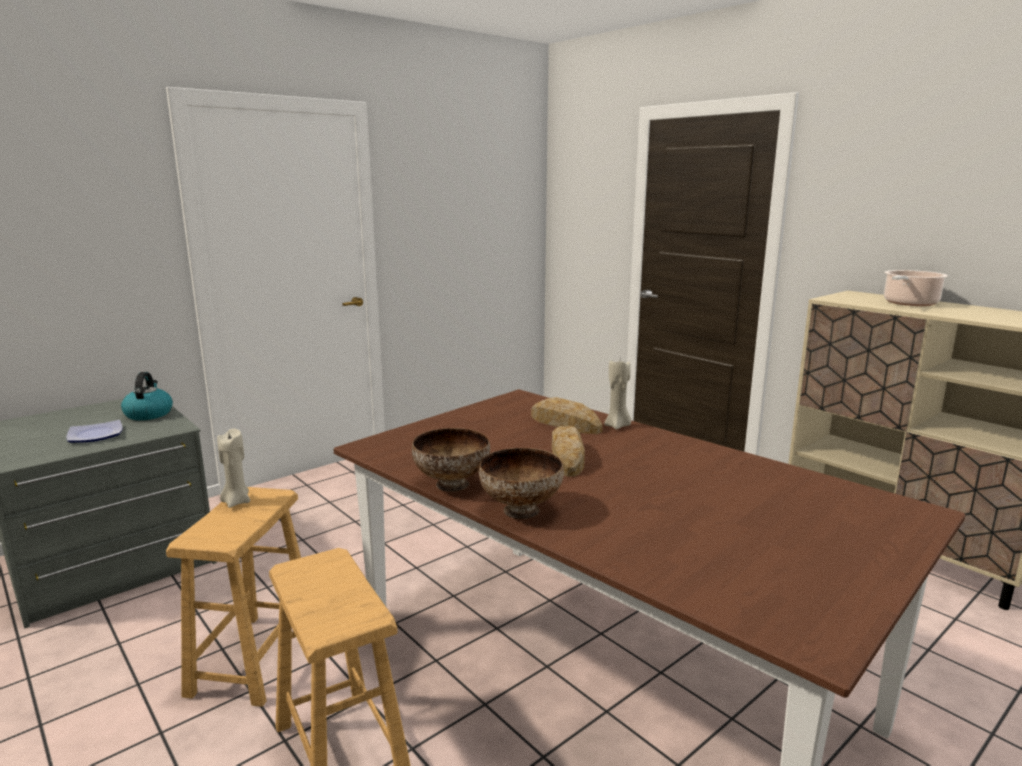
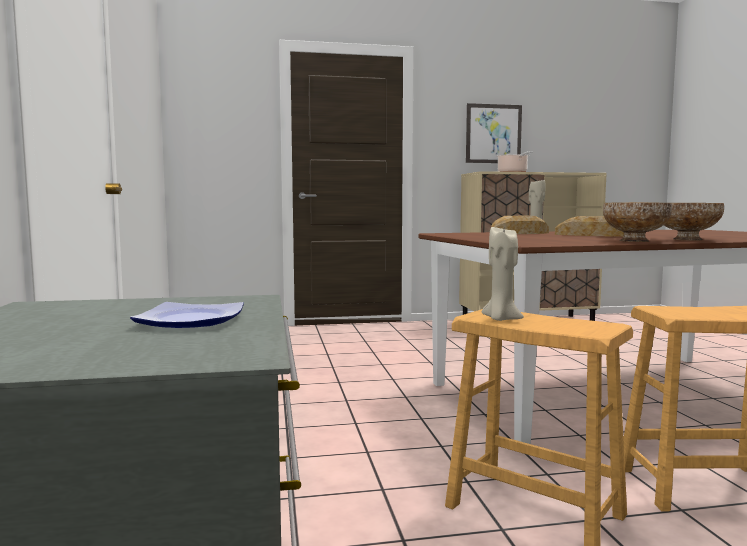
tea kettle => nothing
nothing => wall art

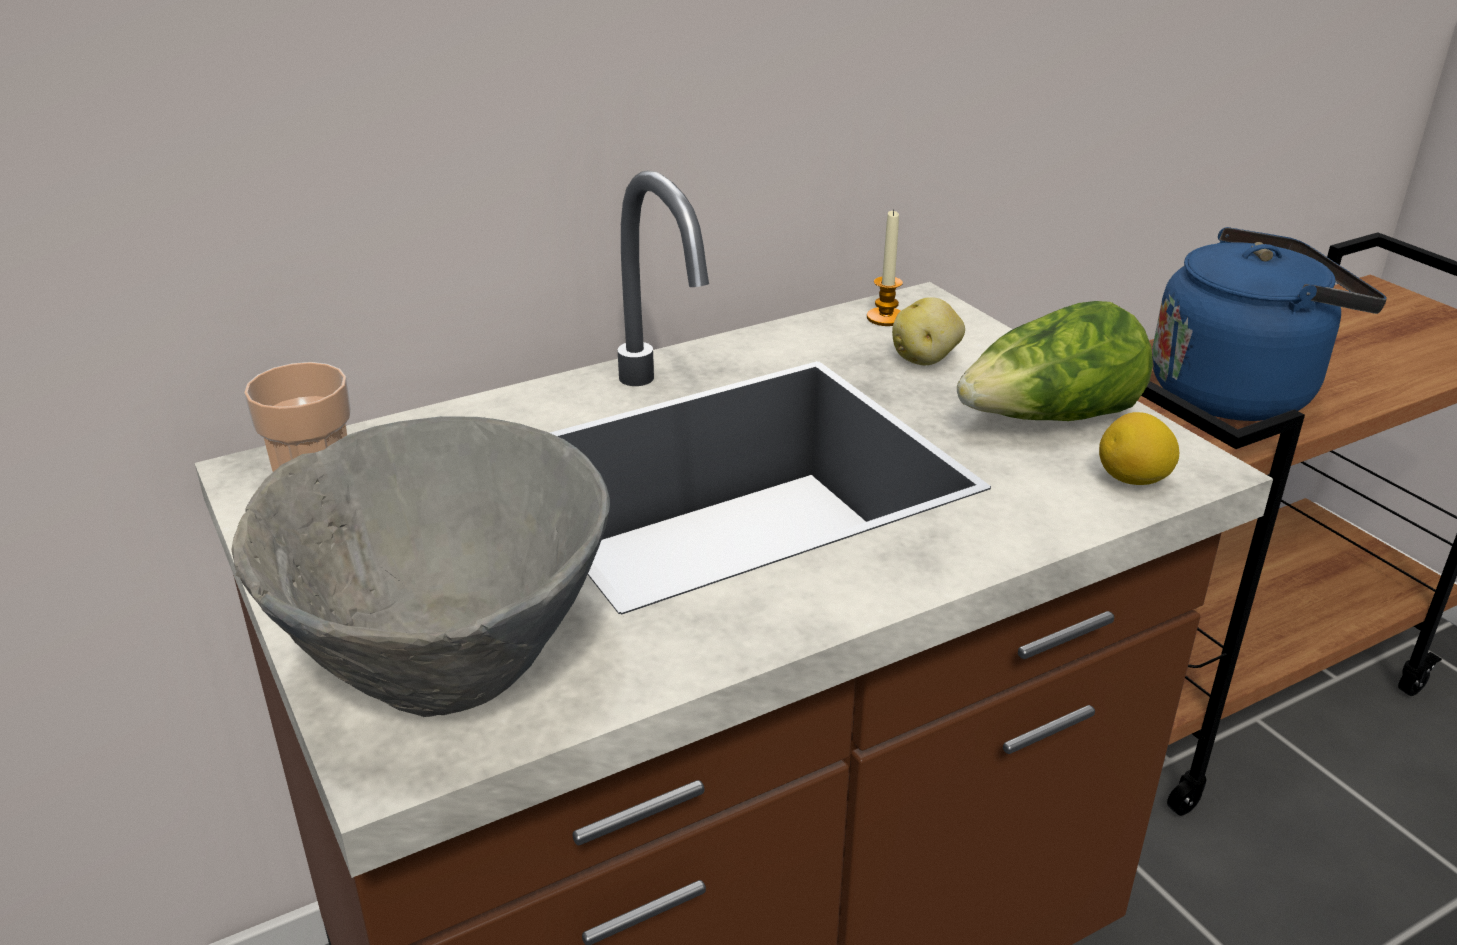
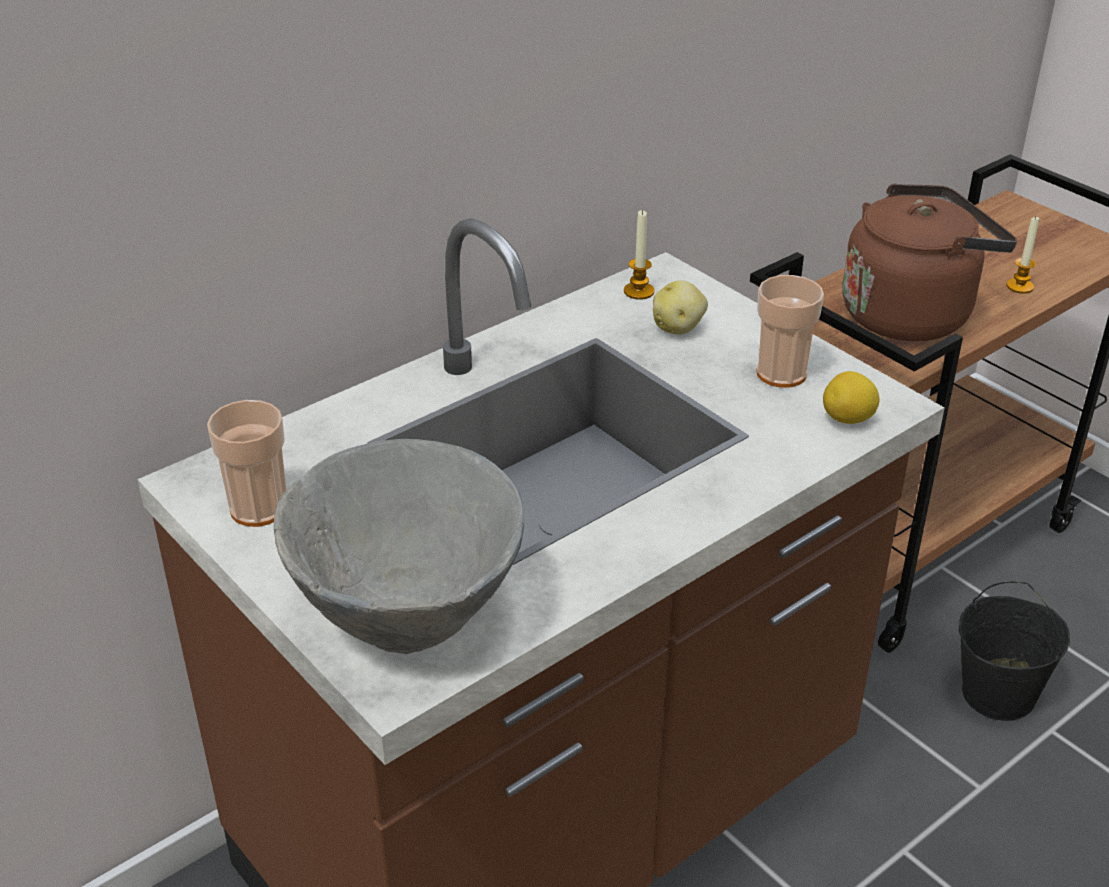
tea kettle/bluish => tea kettle/brownish
head of lettuce => cup (2nd from left)
nothing => wax candle (2nd from left)
nothing => bucket/black

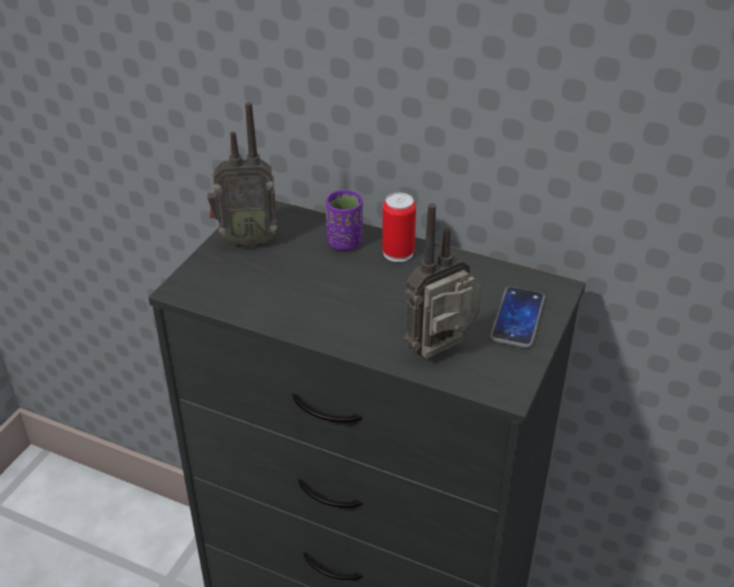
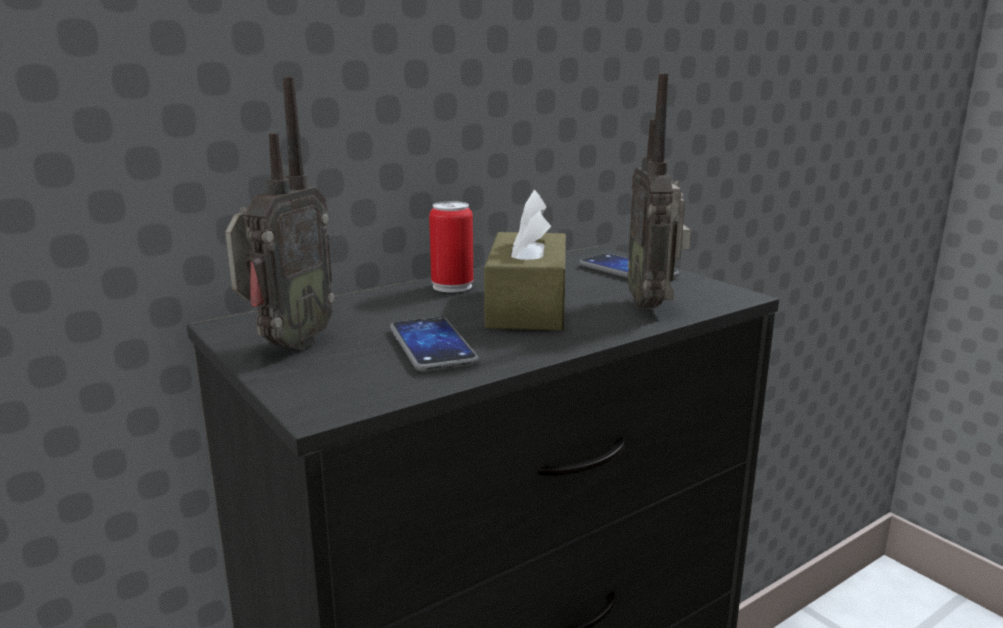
cup/purple => nothing
nothing => tissue box/brownish
nothing => handset (1st from left)

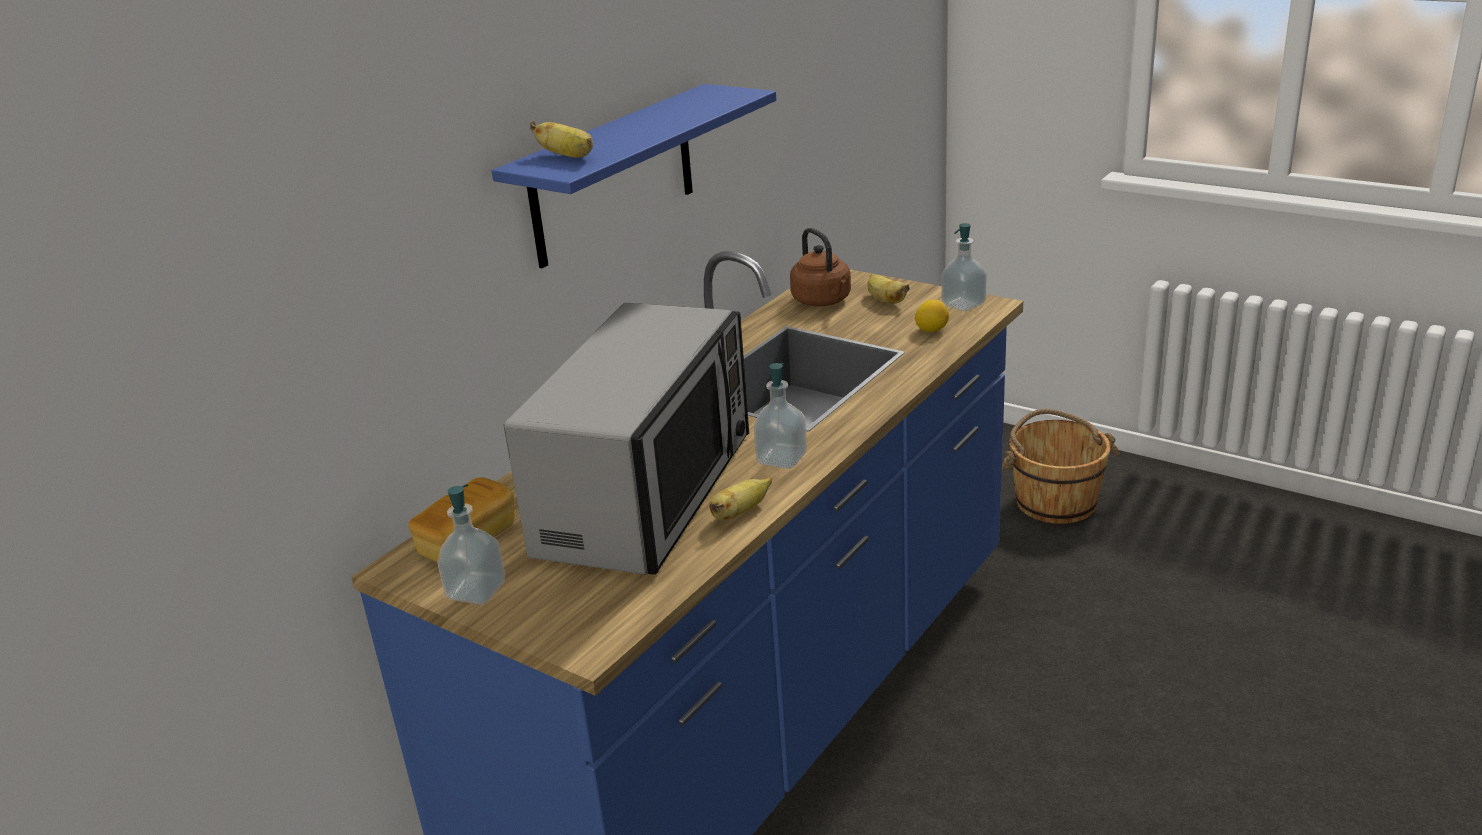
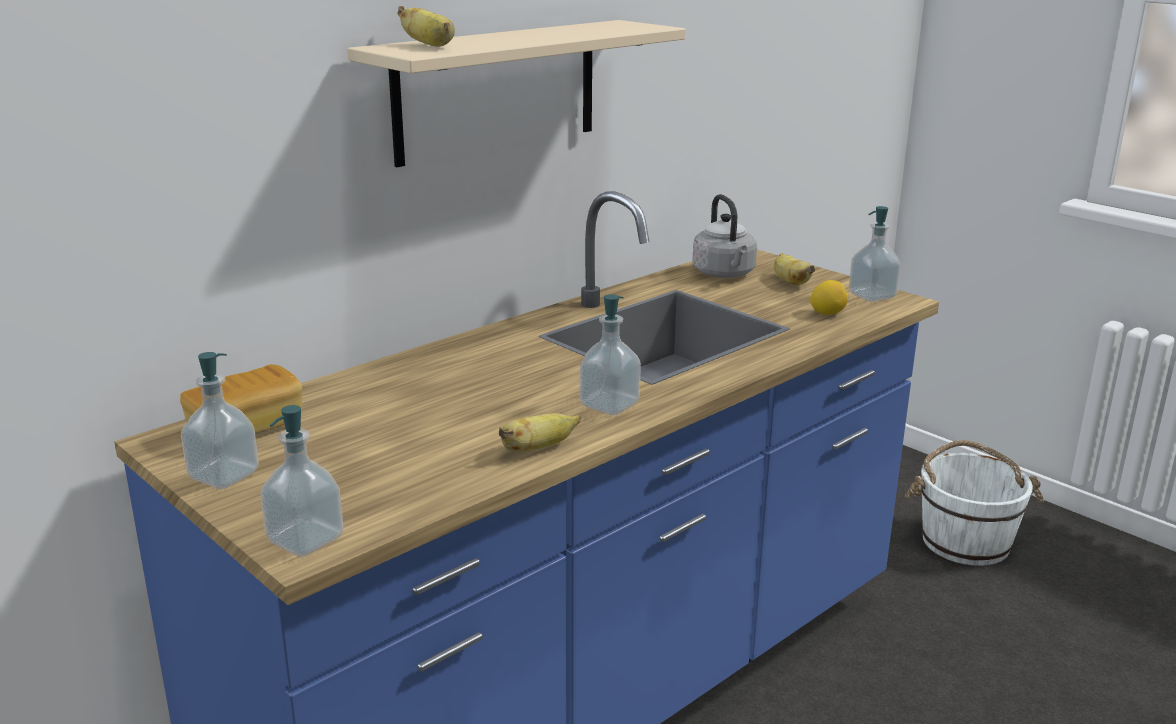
wall shelf/bluish => wall shelf/sand-coloured
tea kettle/brownish => tea kettle/greyish
microwave oven => nothing
bucket/brownish => bucket/whitish
nothing => liquid soap bottle (2nd from left)

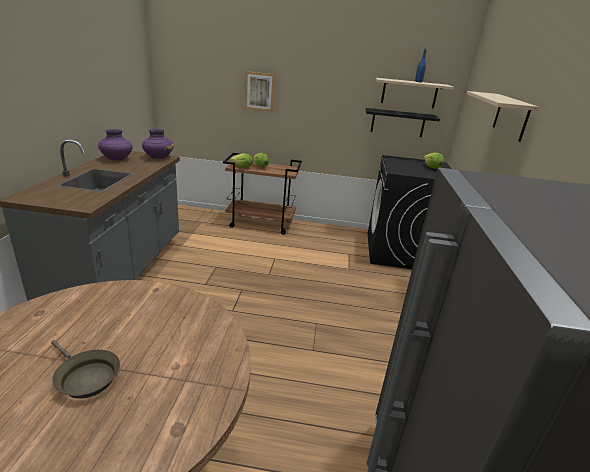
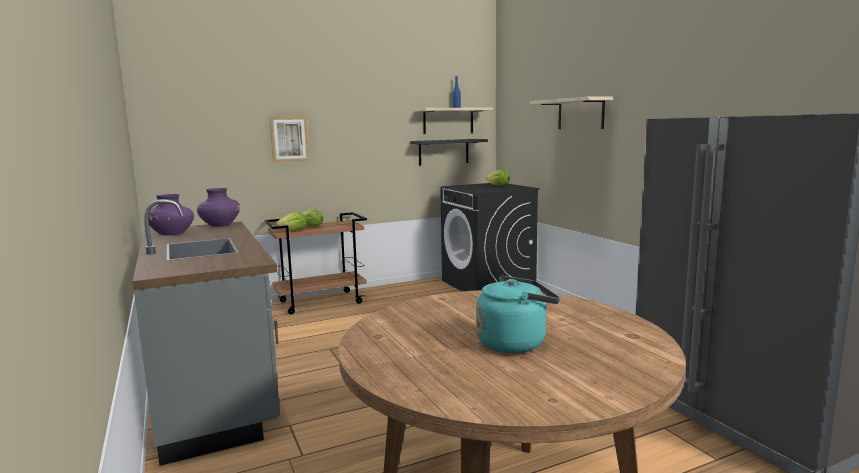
skillet/brownish => tea kettle/blue-green

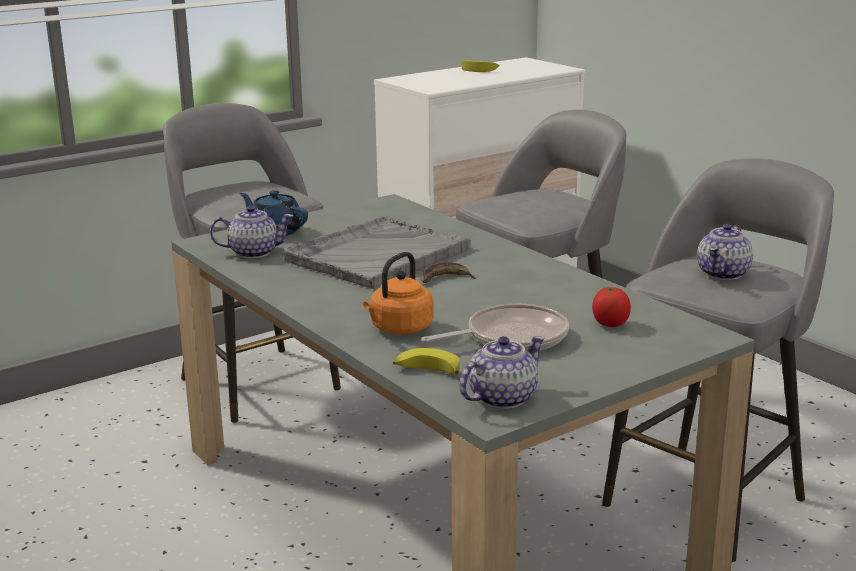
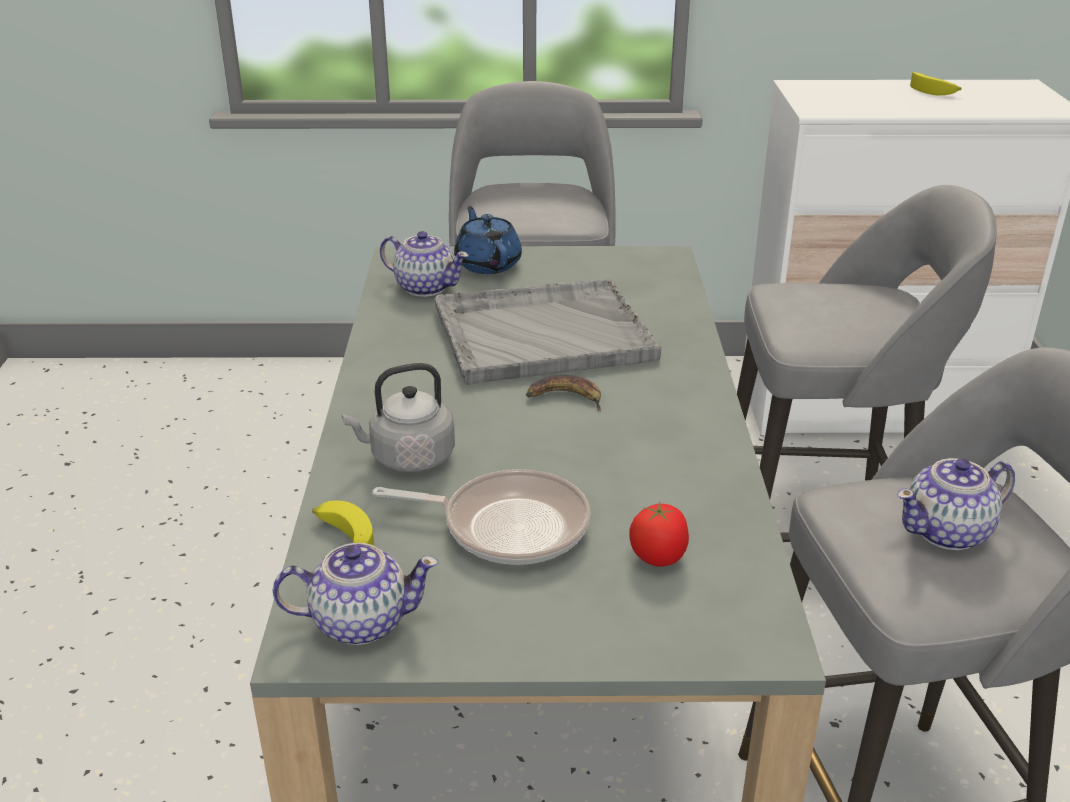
tea kettle/orange => tea kettle/greyish

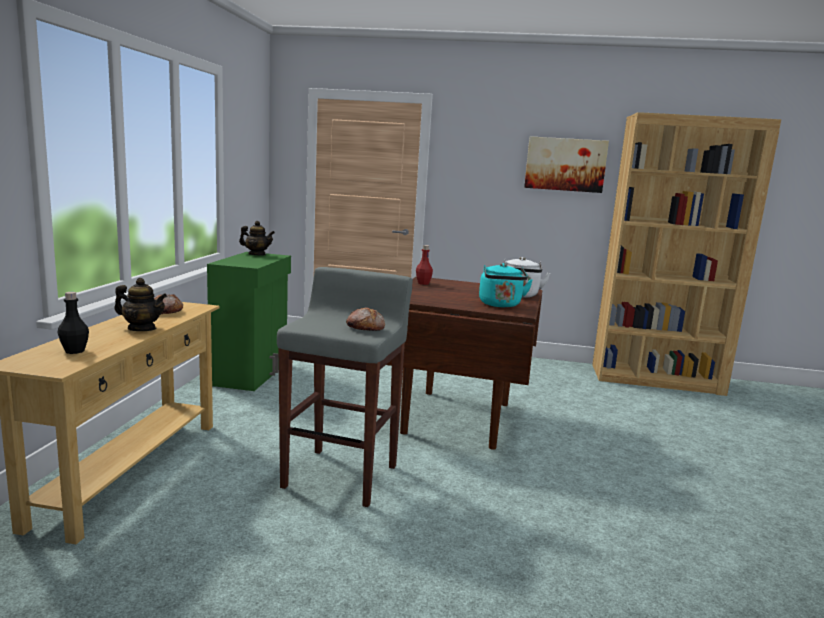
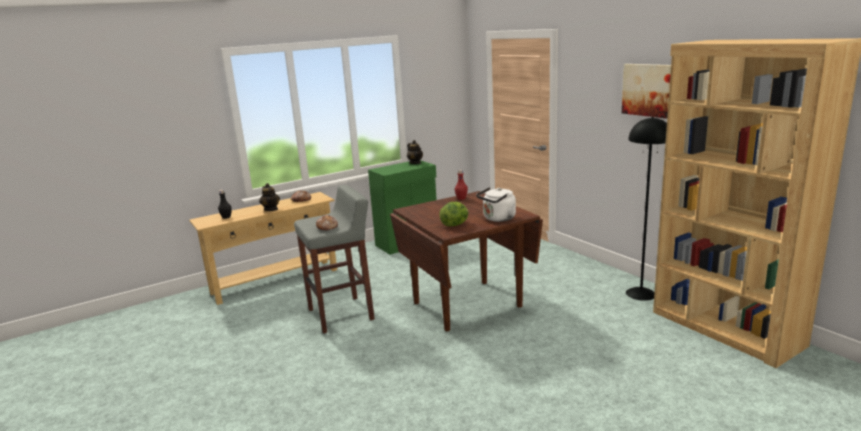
tea kettle/blue-green => head of lettuce
nothing => standing lamp/black

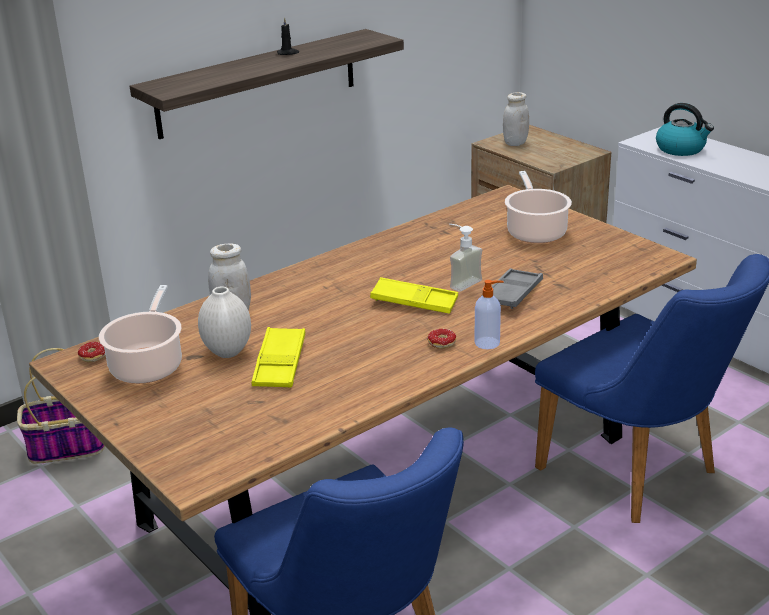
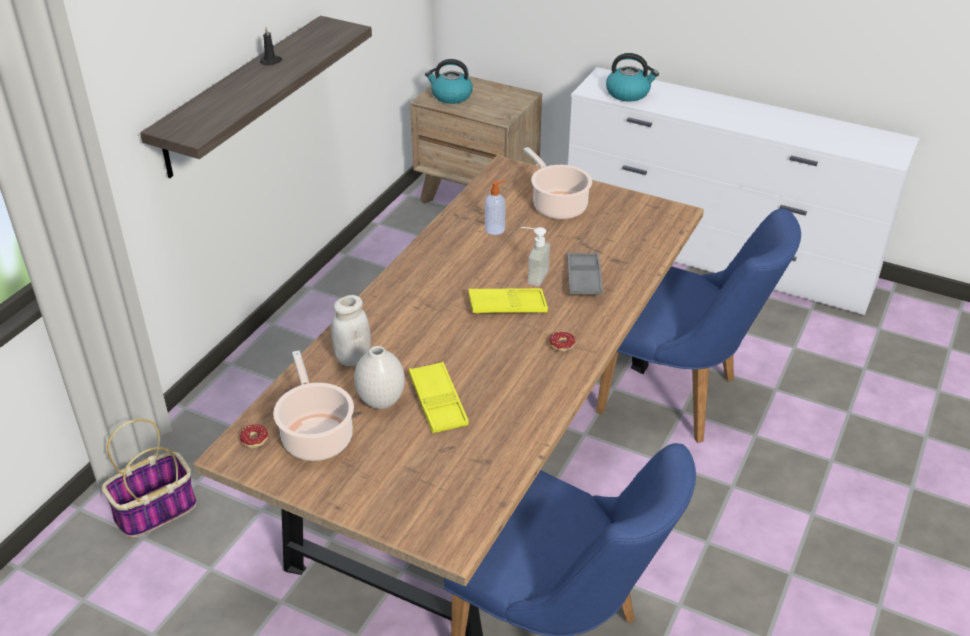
jar/whitish (2nd from left) => tea kettle (1st from left)
liquid soap bottle (2nd from left in the first image) => liquid soap bottle (1st from left), moved

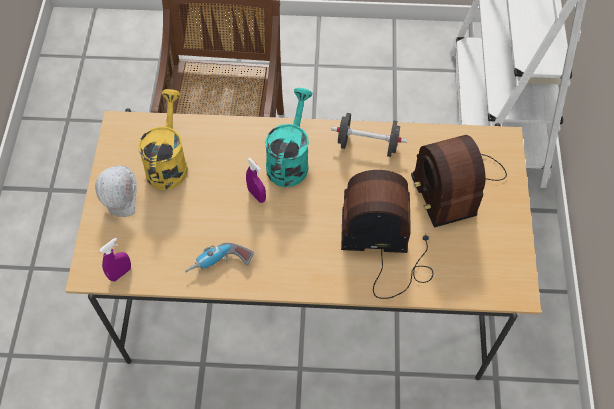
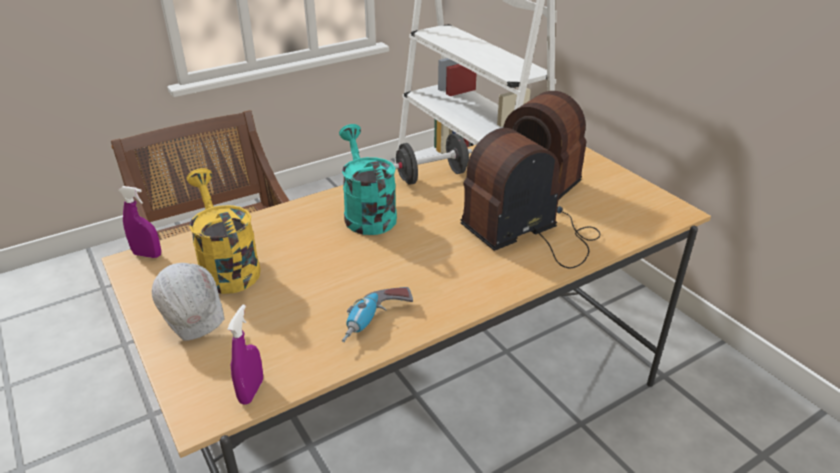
sprayer/purple (2nd from left in the first image) => sprayer/purple (1st from left), moved

